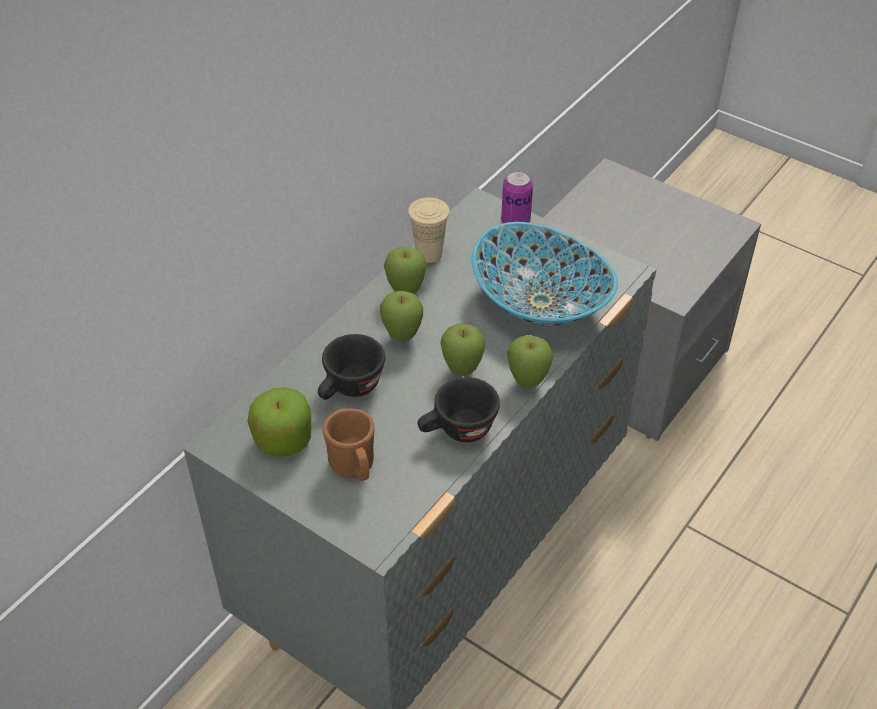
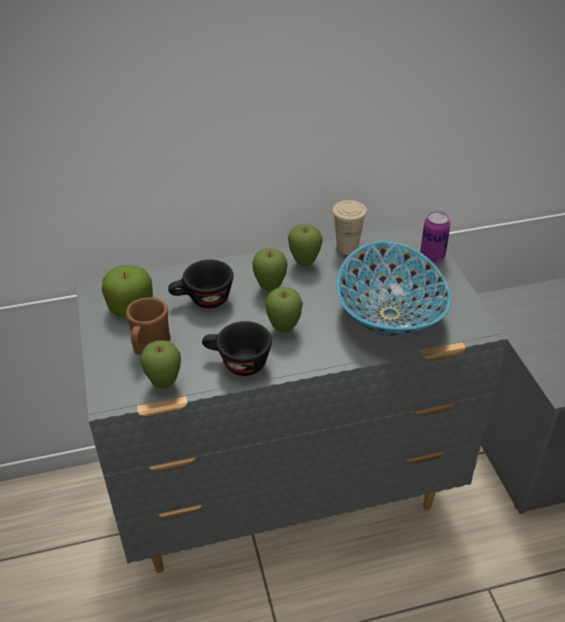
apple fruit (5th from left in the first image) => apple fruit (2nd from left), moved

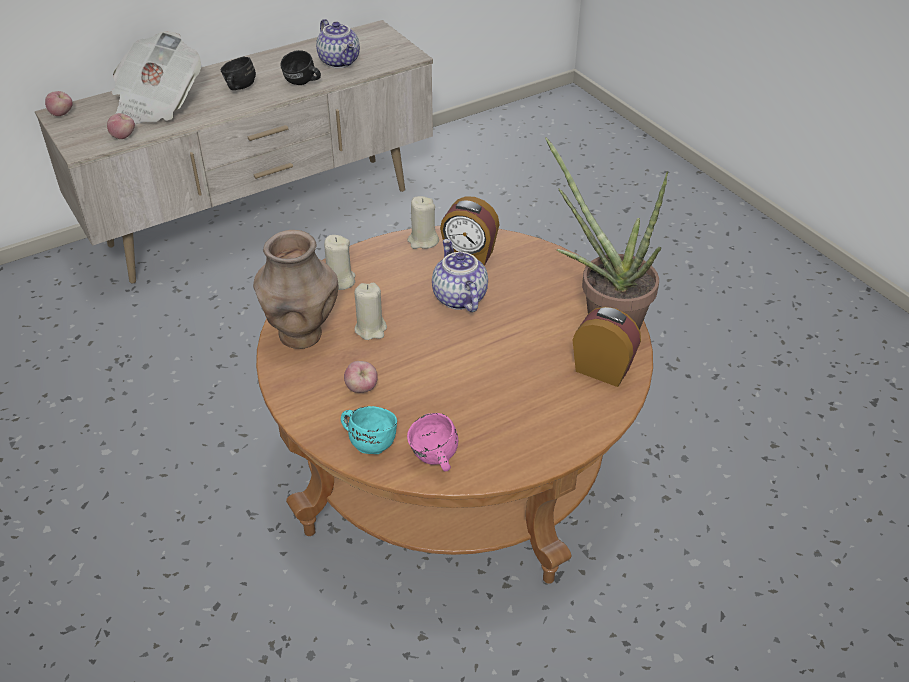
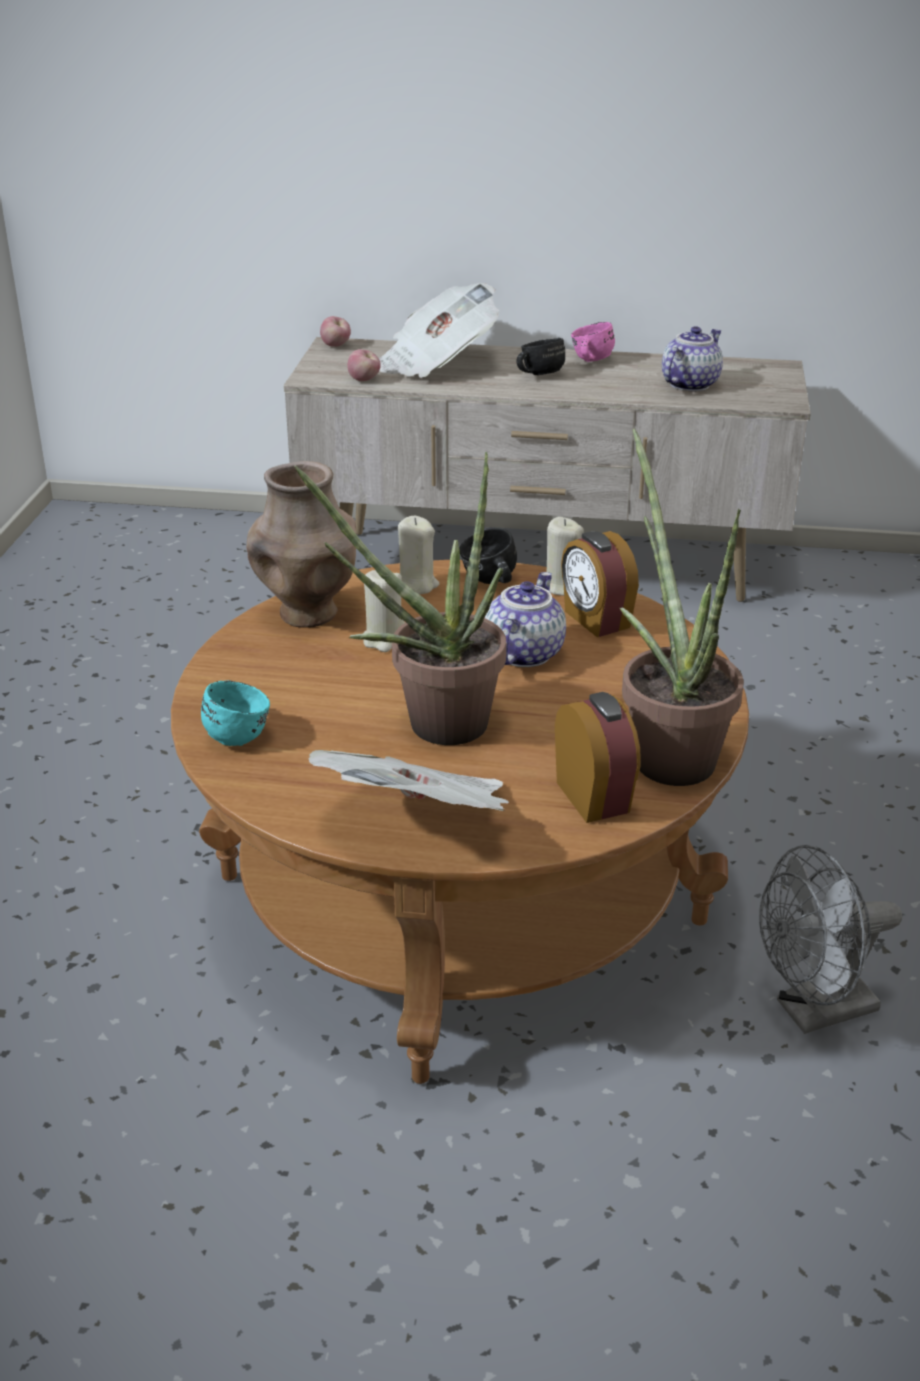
teapot (1st from left in the first image) => teapot (2nd from left), 150 degrees counterclockwise
coffee mug/black (2nd from left in the first image) => coffee mug/black (1st from left), moved
apple fruit (3rd from left) => nothing
coffee mug/pink-coloured, moved
nothing => potted plant (1st from left)
nothing => daily paper (1st from left)
nothing => cooling fan/greyish

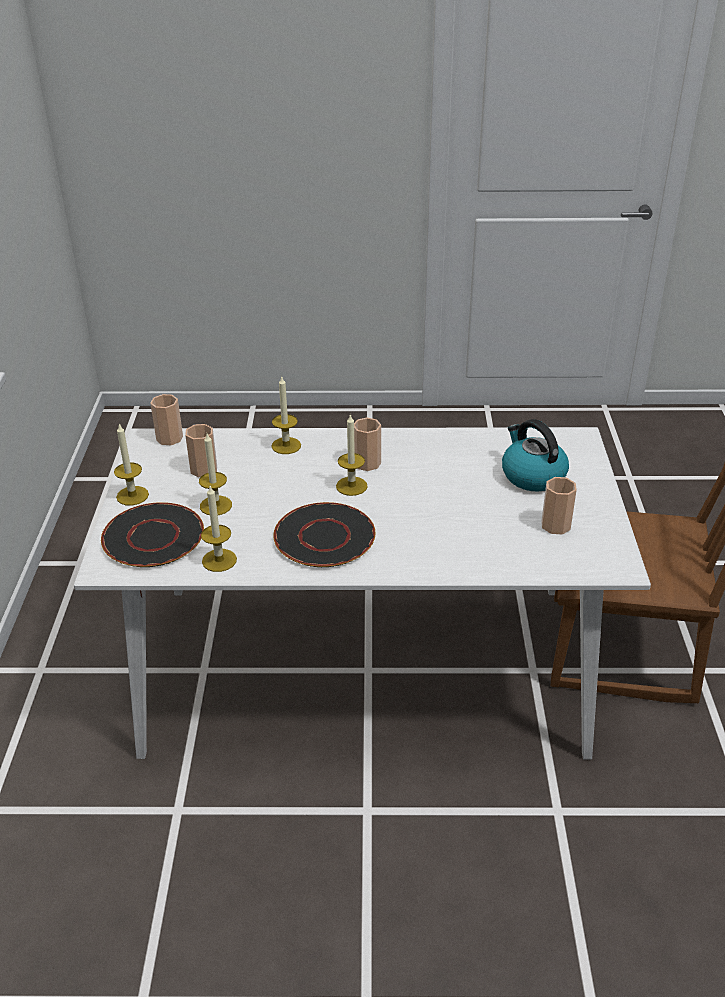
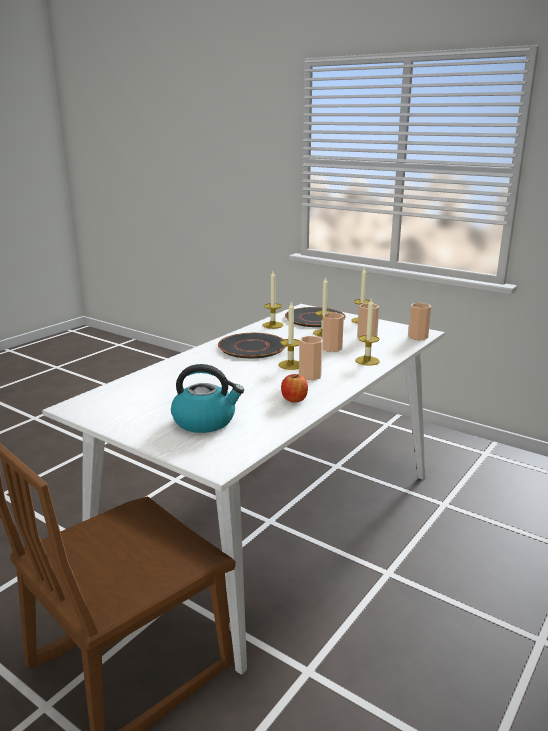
cup (4th from left in the first image) => cup (2nd from left), moved
nothing => apple fruit

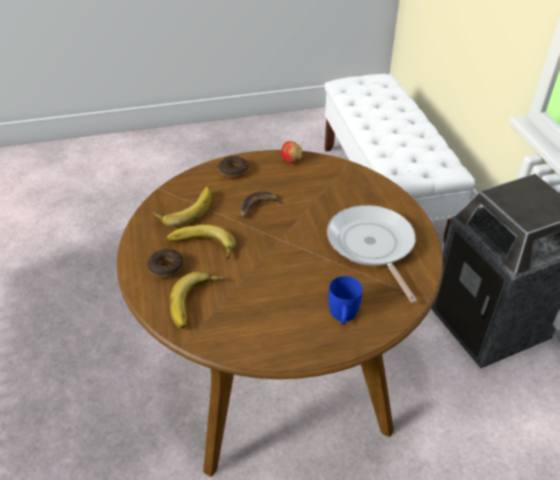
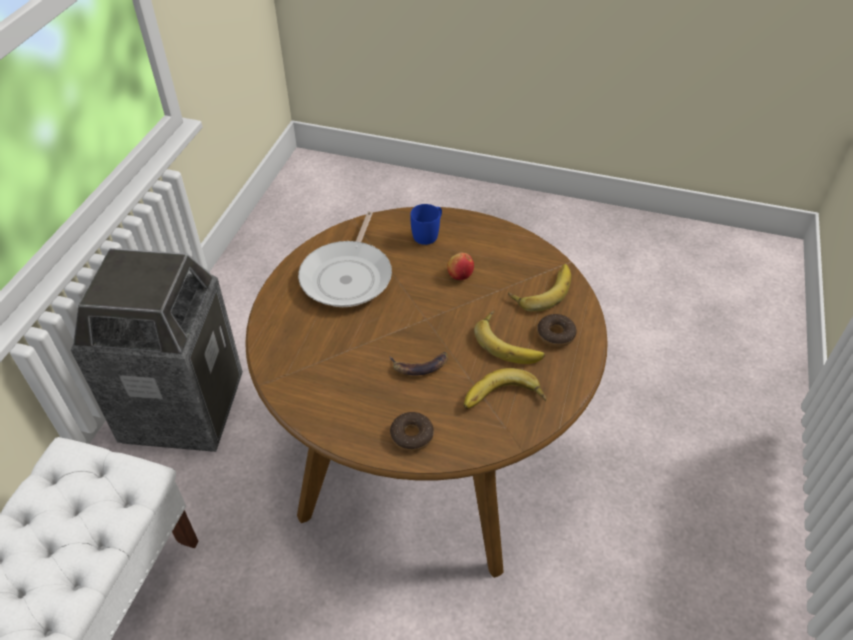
apple fruit, moved

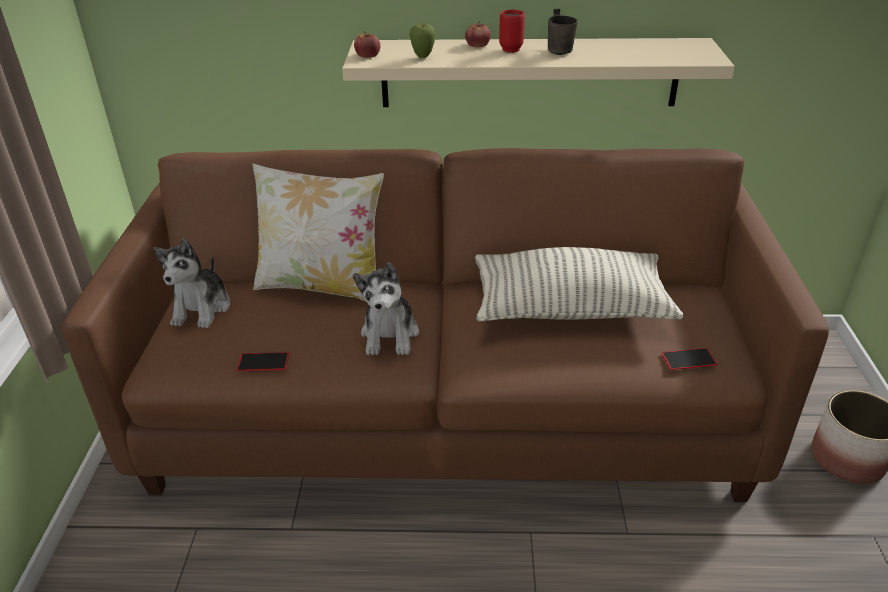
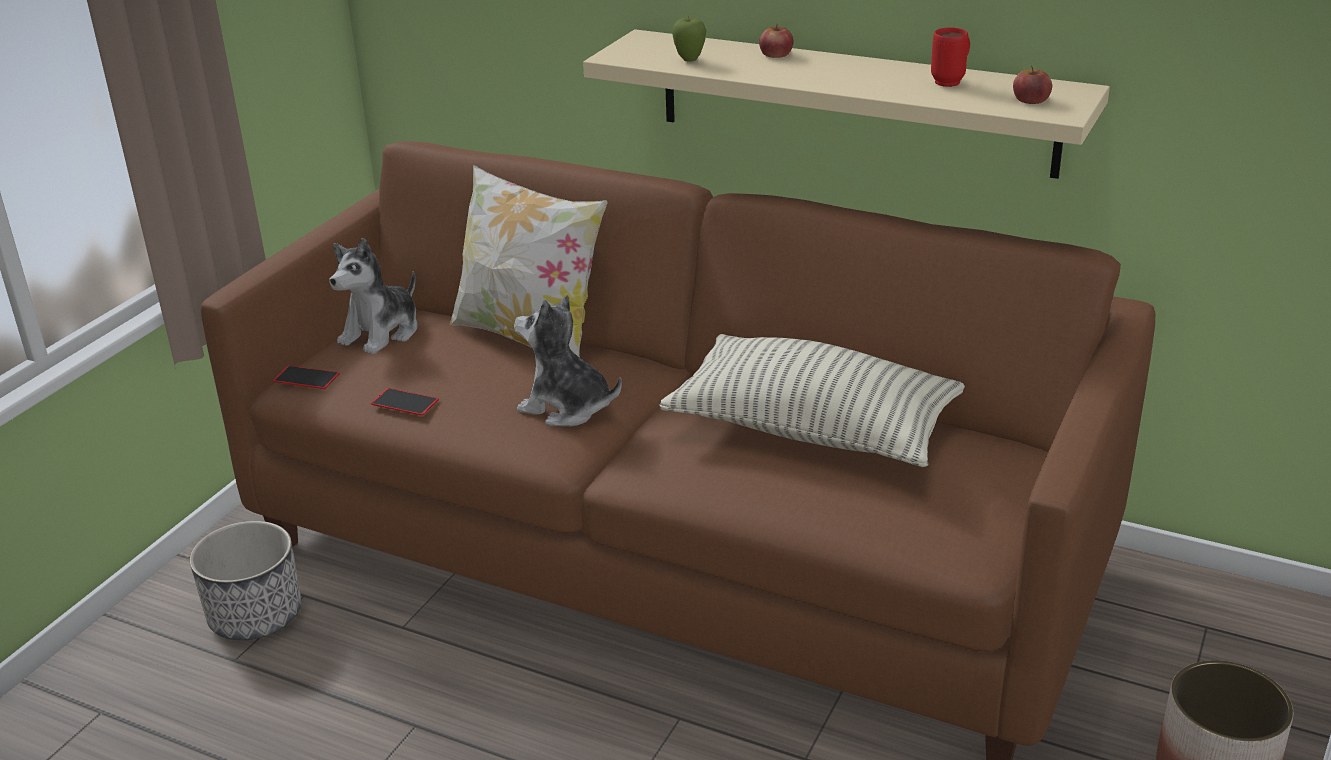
coffee mug/greyish => nothing
coffee mug/reddish, moved
apple fruit (1st from left in the first image) => apple fruit (3rd from left), moved
soft toy (2nd from left), 90 degrees clockwise
handset (2nd from left in the first image) => handset (1st from left), moved
nothing => plant pot (1st from left)

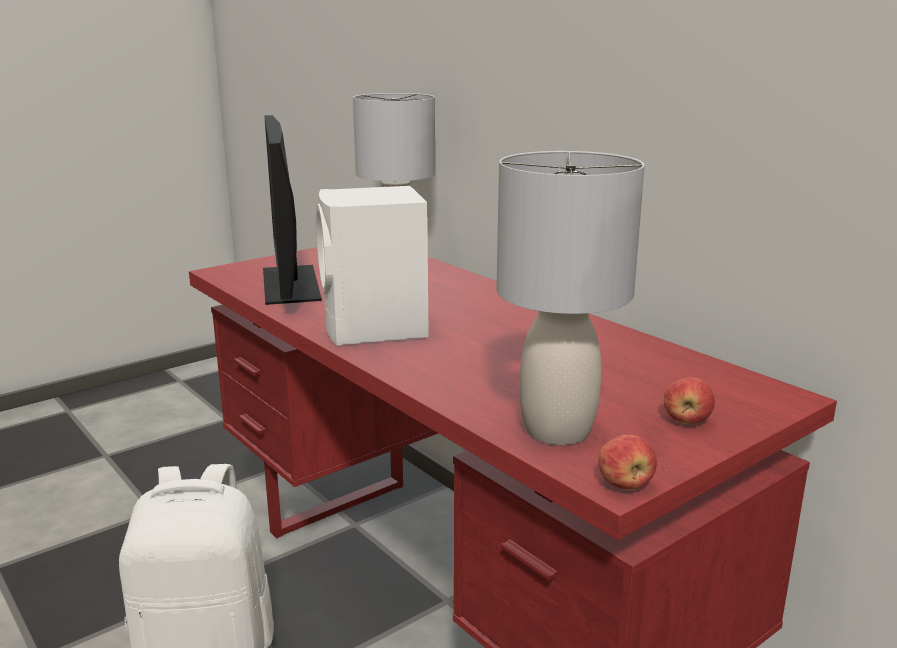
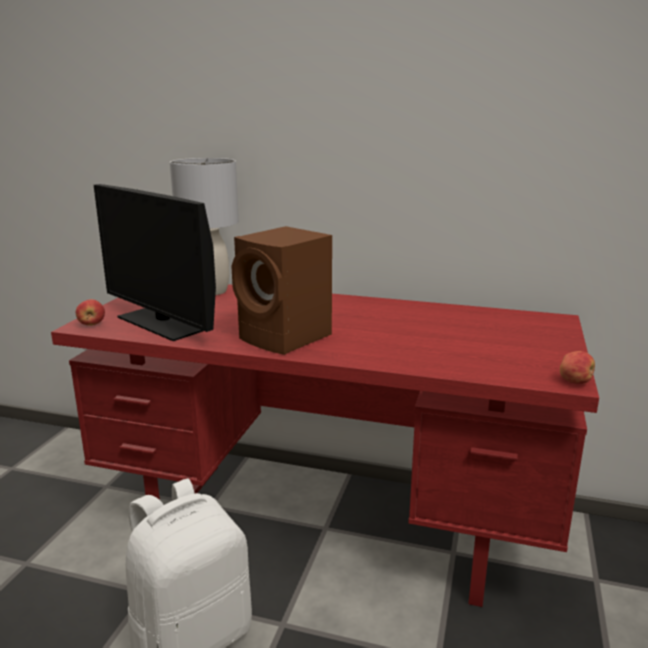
tabletop lamp/greyish (2nd from left) => nothing
loudspeaker/whitish => loudspeaker/brownish
apple fruit (2nd from left in the first image) => apple fruit (1st from left), moved

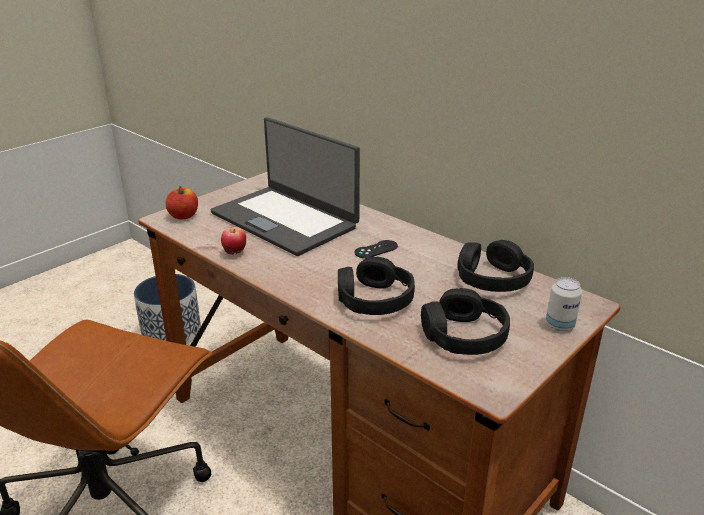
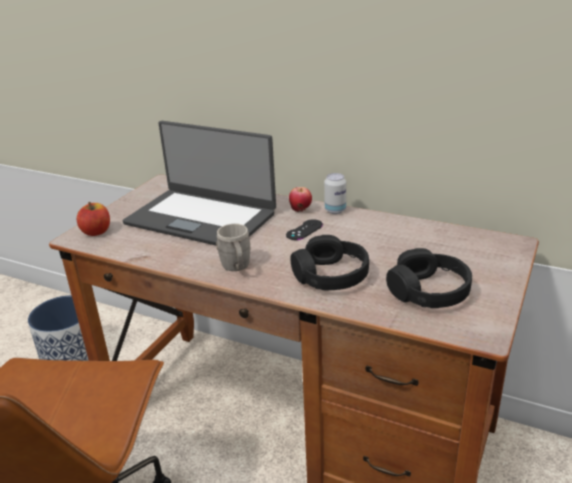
apple fruit (2nd from left), moved
headphones/black (3rd from left) => nothing
can, moved
nothing => coffee mug/greyish

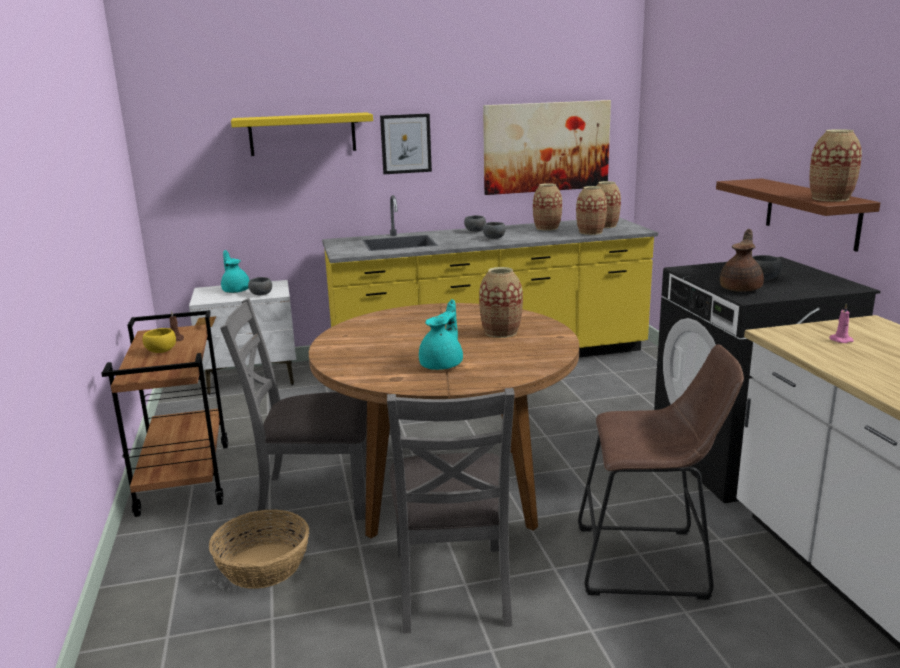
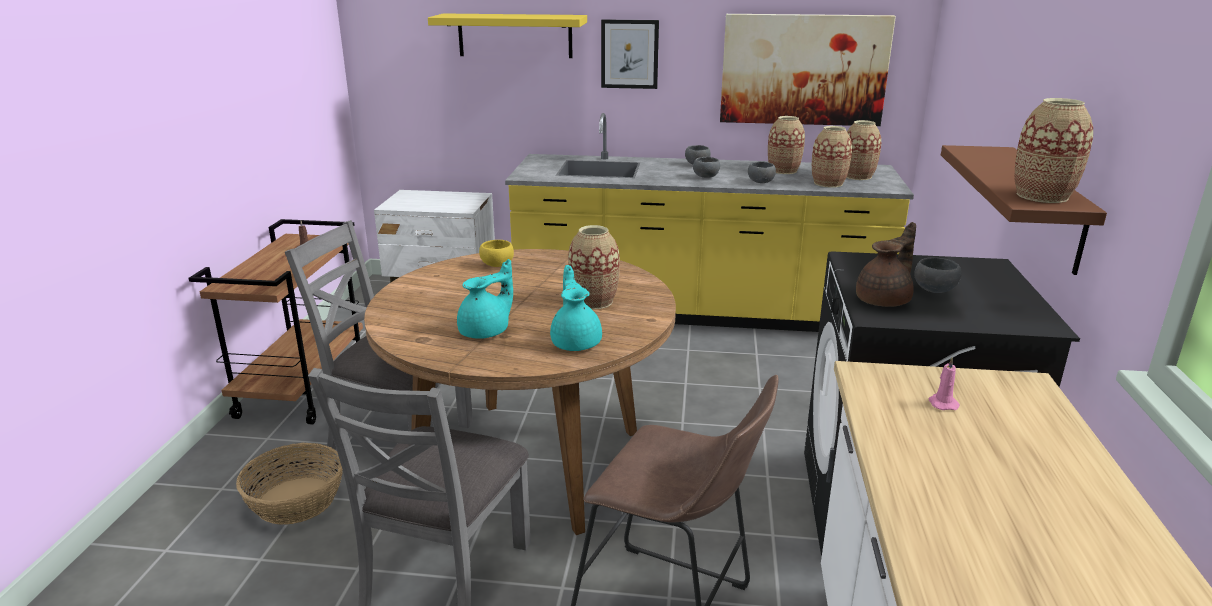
teapot/blue-green (1st from left in the first image) => teapot/blue-green (2nd from left), moved
deep dish/greyish (1st from left in the first image) => deep dish/greyish (3rd from left), moved
deep dish/yellowish, moved

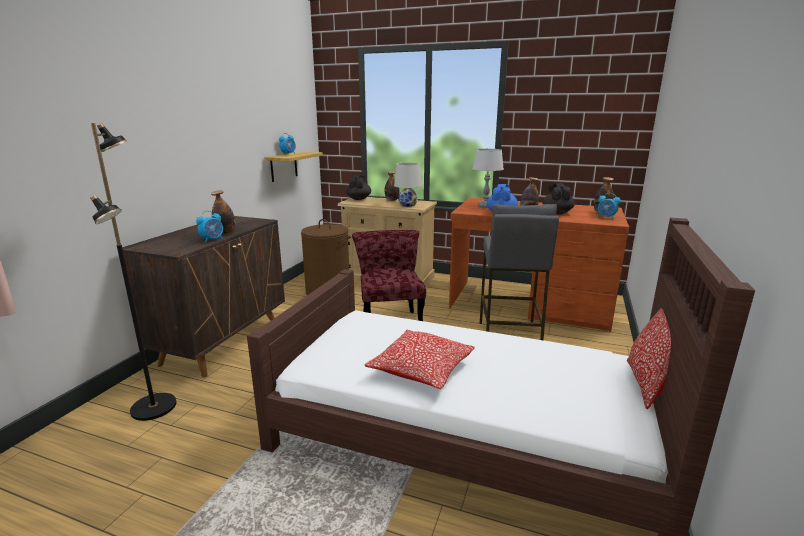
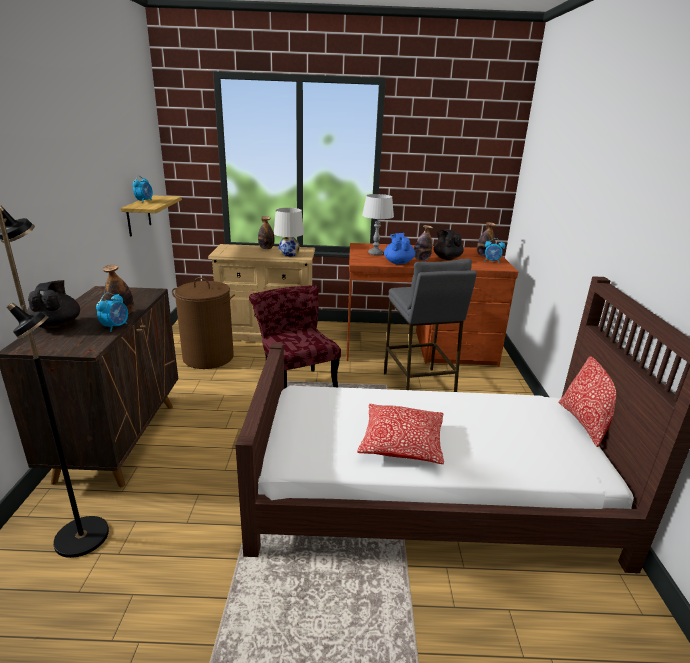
teapot/black (1st from left), moved

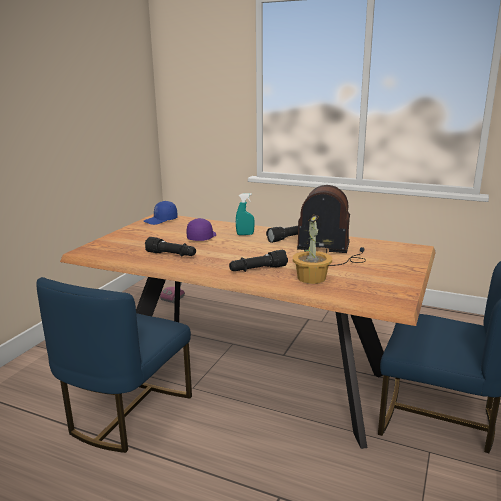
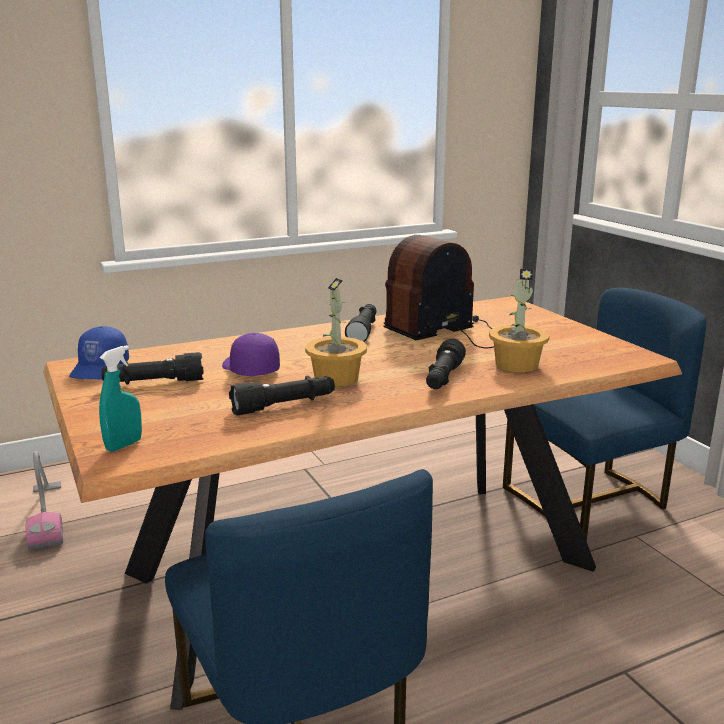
sprayer/blue-green, moved
nothing => potted plant (1st from left)
nothing => flashlight/black (1st from left)

